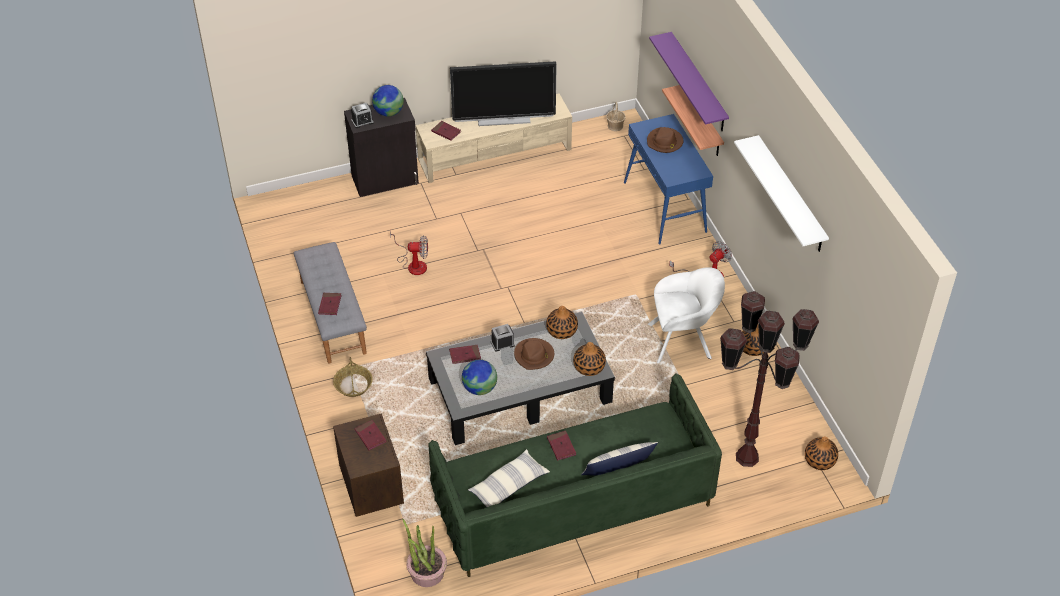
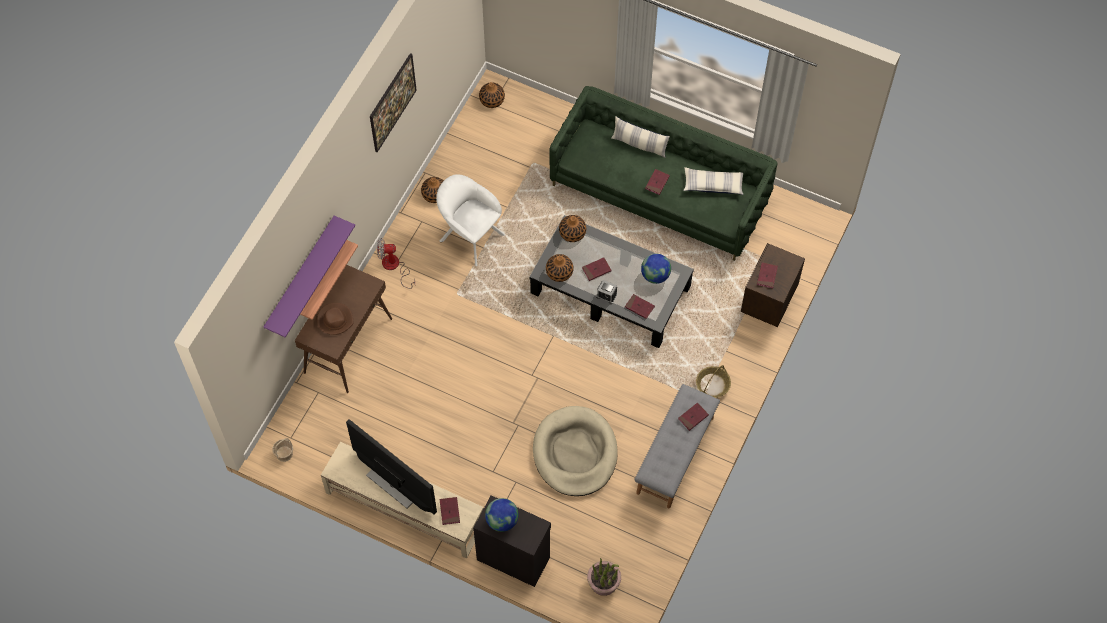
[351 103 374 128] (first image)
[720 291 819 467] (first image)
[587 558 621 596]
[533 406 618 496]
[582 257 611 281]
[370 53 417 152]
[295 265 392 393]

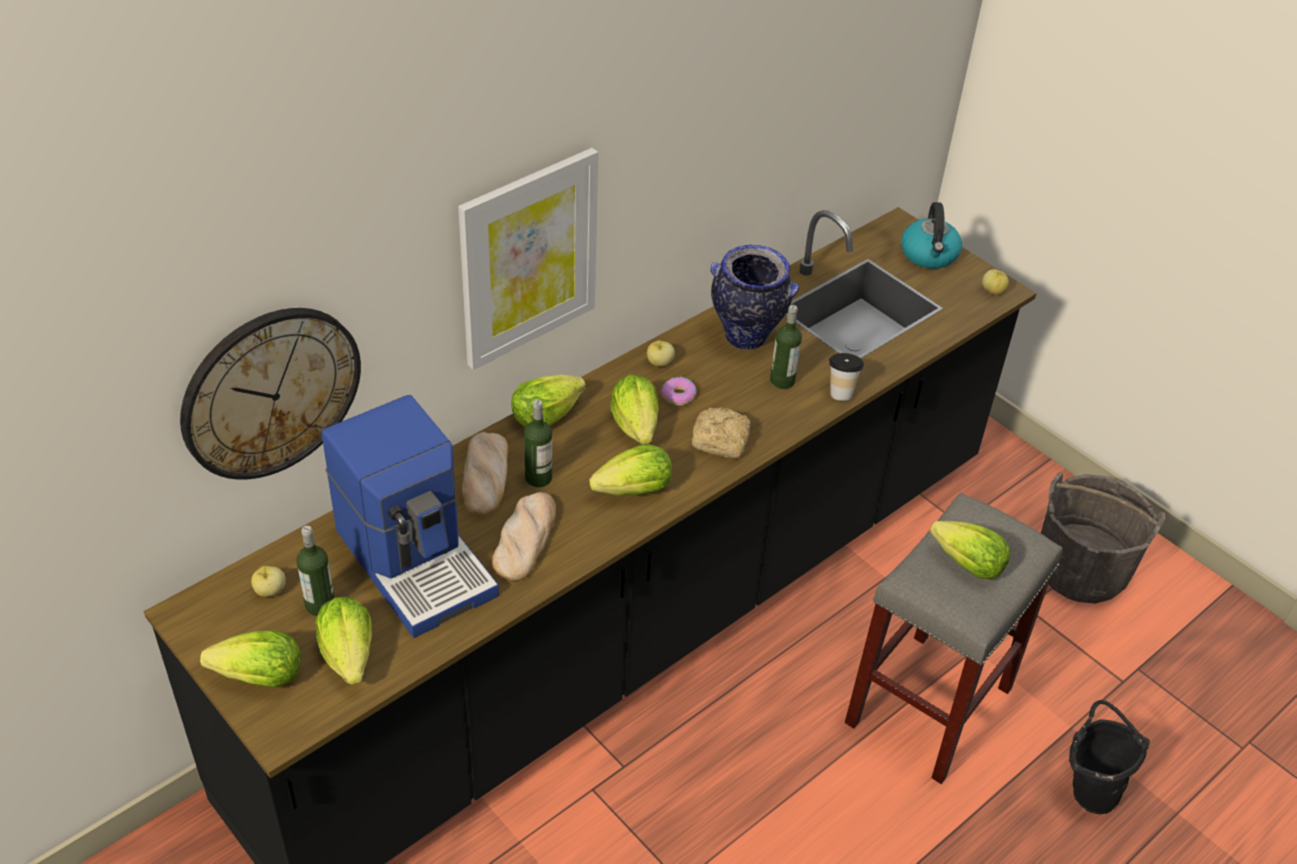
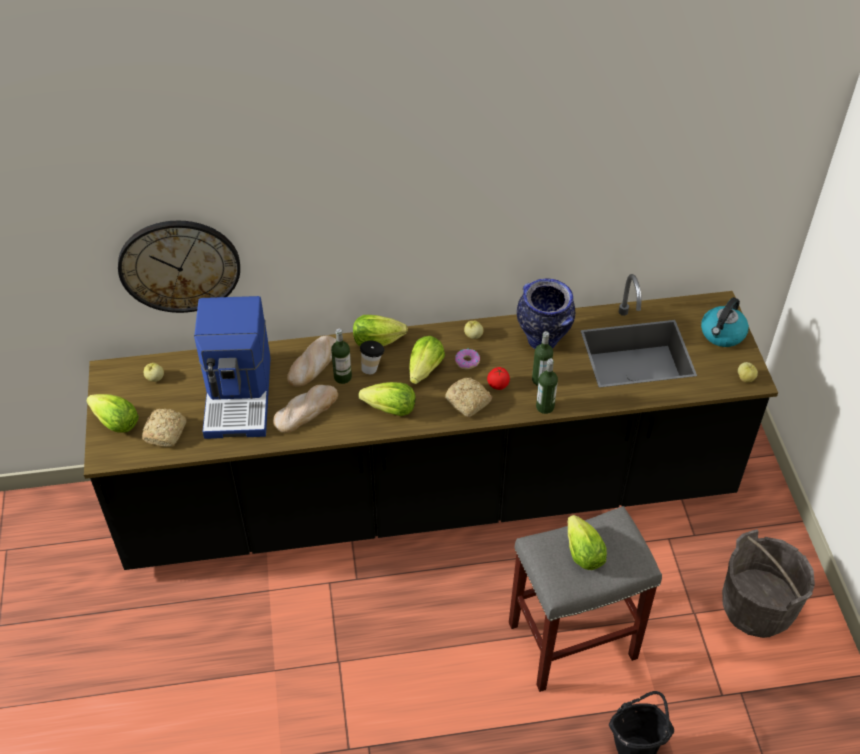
[458 148 598 370] (first image)
[487 367 510 390]
[536 359 558 414]
[360 341 384 374]
[142 409 186 447]

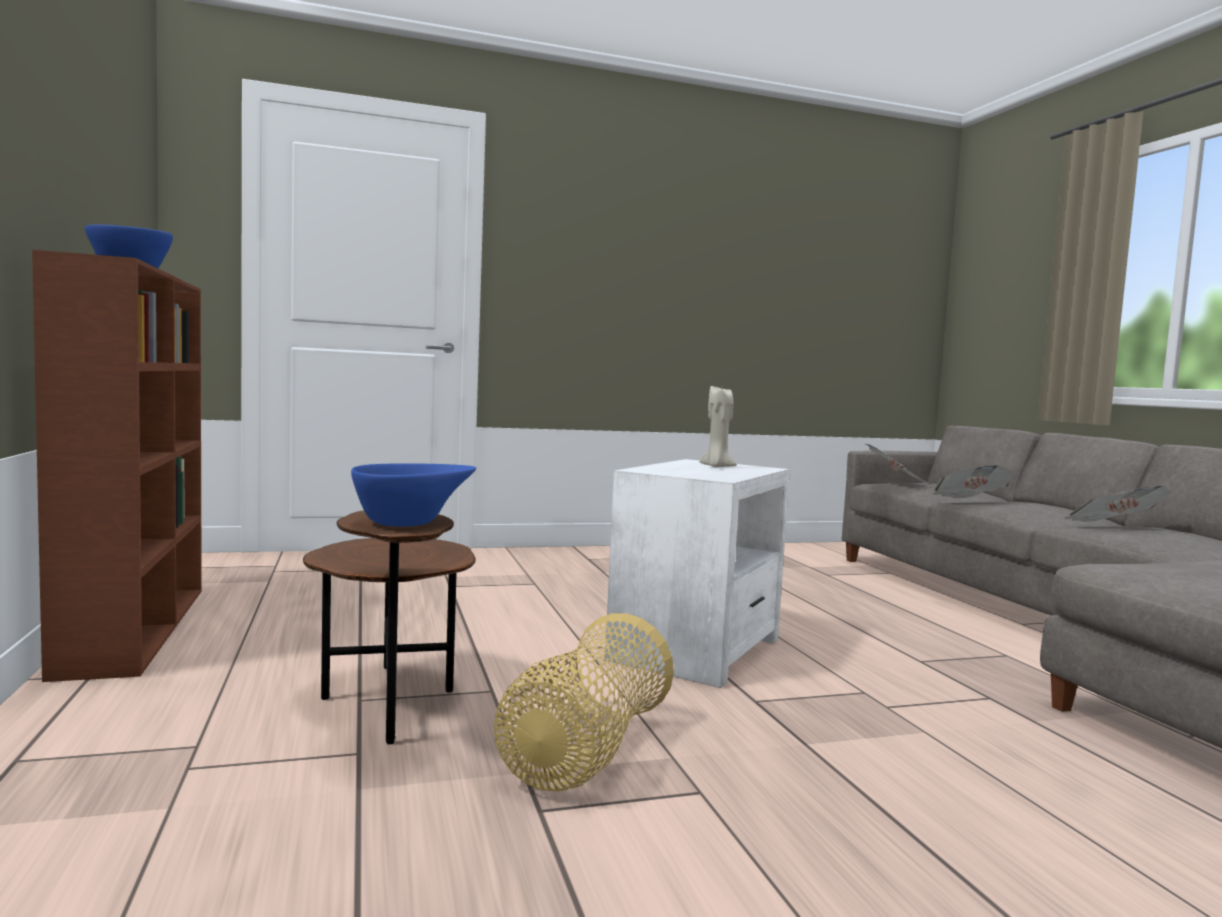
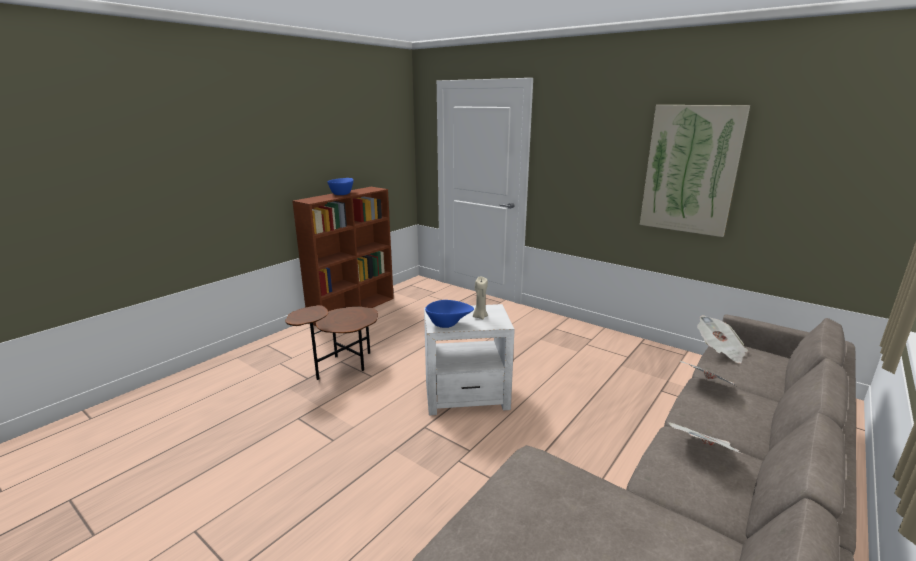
[494 613 674 791] (first image)
[640 105 750 237]
[425 300 474 328]

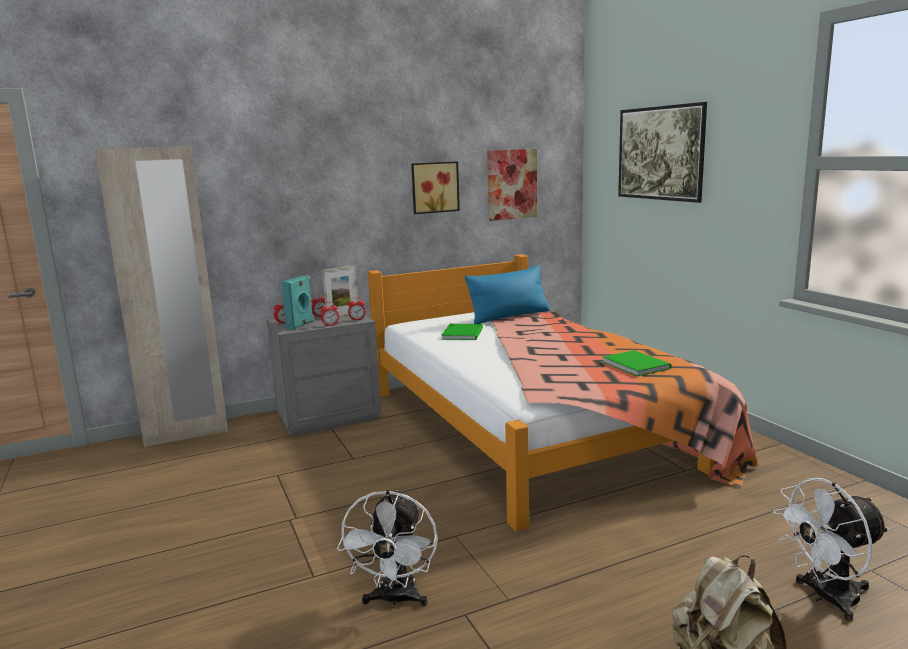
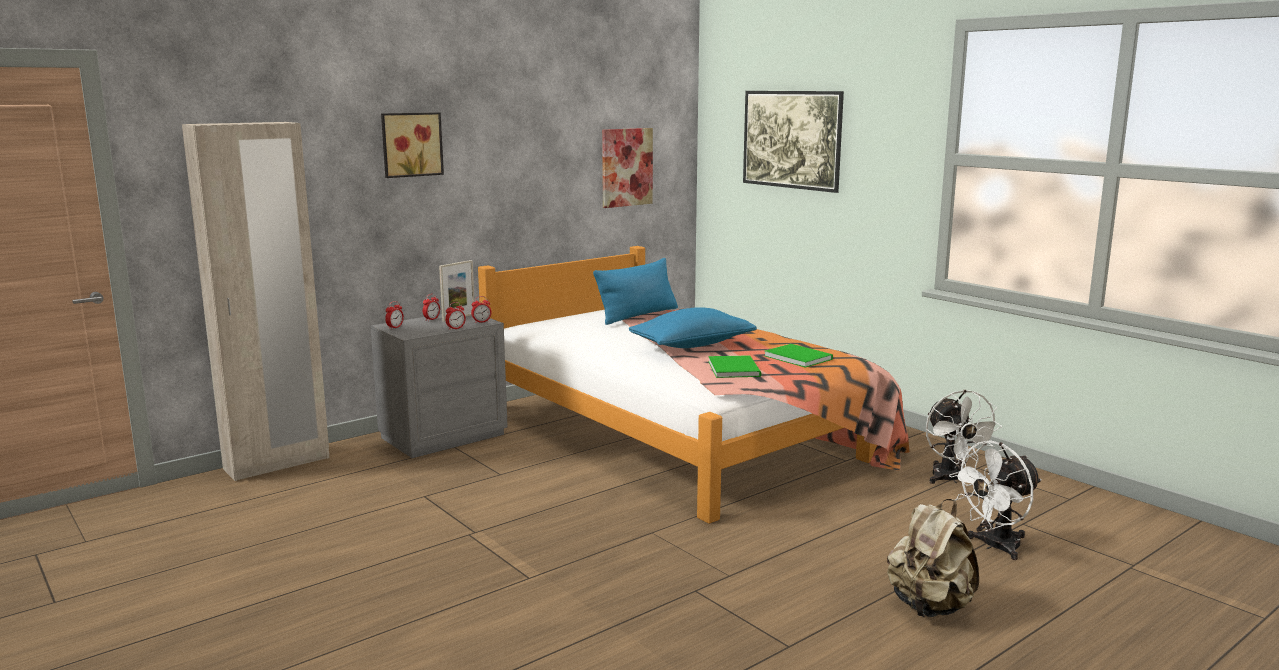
[282 275 313 330] (first image)
[628 307 757 348]
[926 390 1003 484]
[381 112 444 178]
[708 355 761 378]

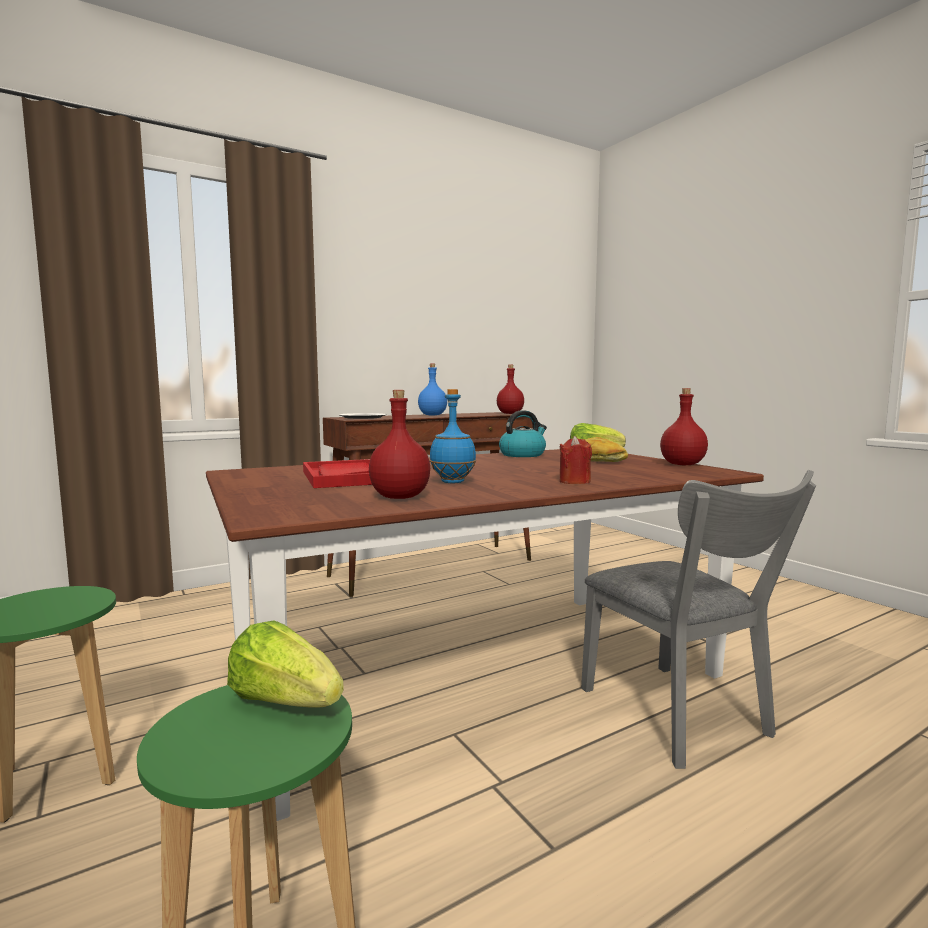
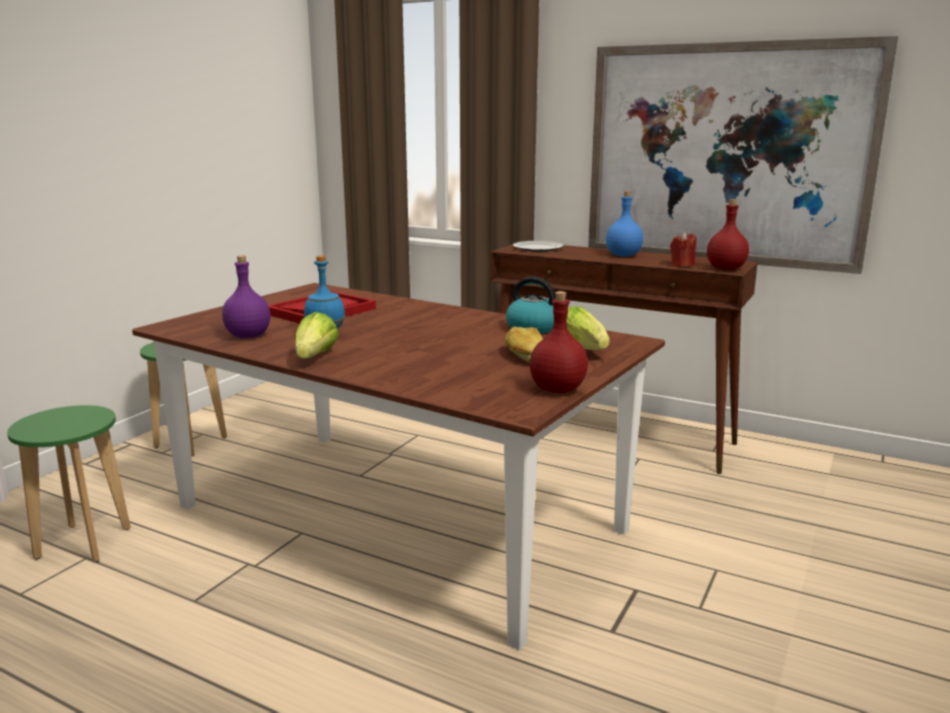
[581 470 816 769] (first image)
[588 36 898 274]
[295 312 339 359]
[670 232 696 267]
[222 255 271 338]

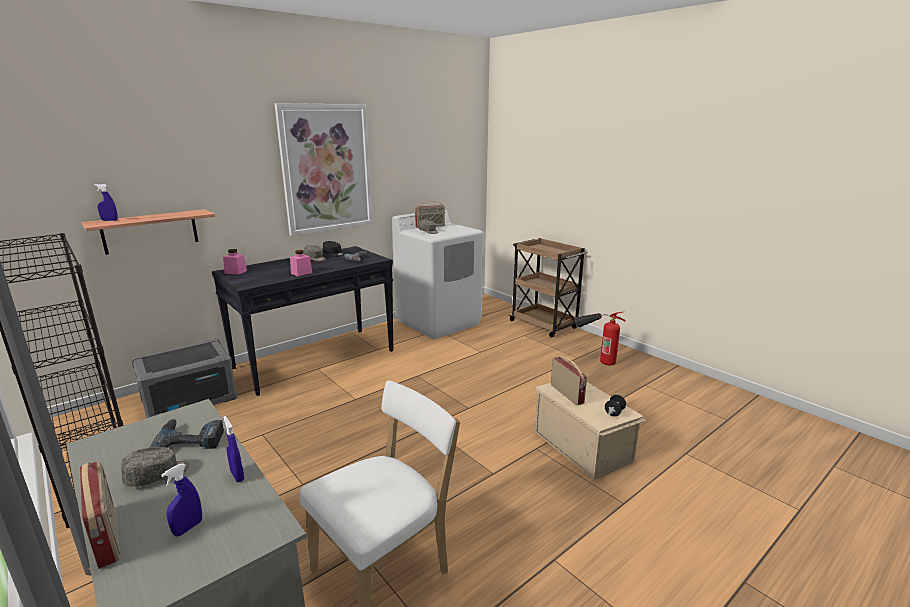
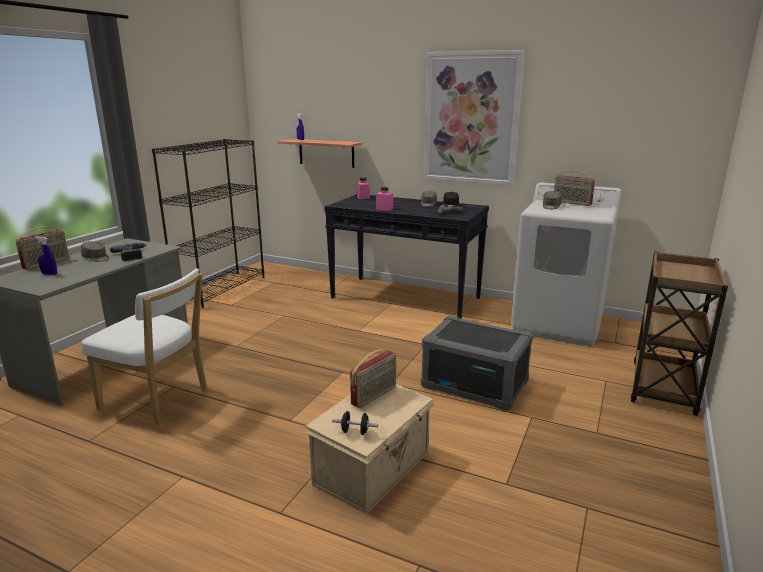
[223 416 245 482] (first image)
[575 312 626 365] (first image)
[421 316 533 411]

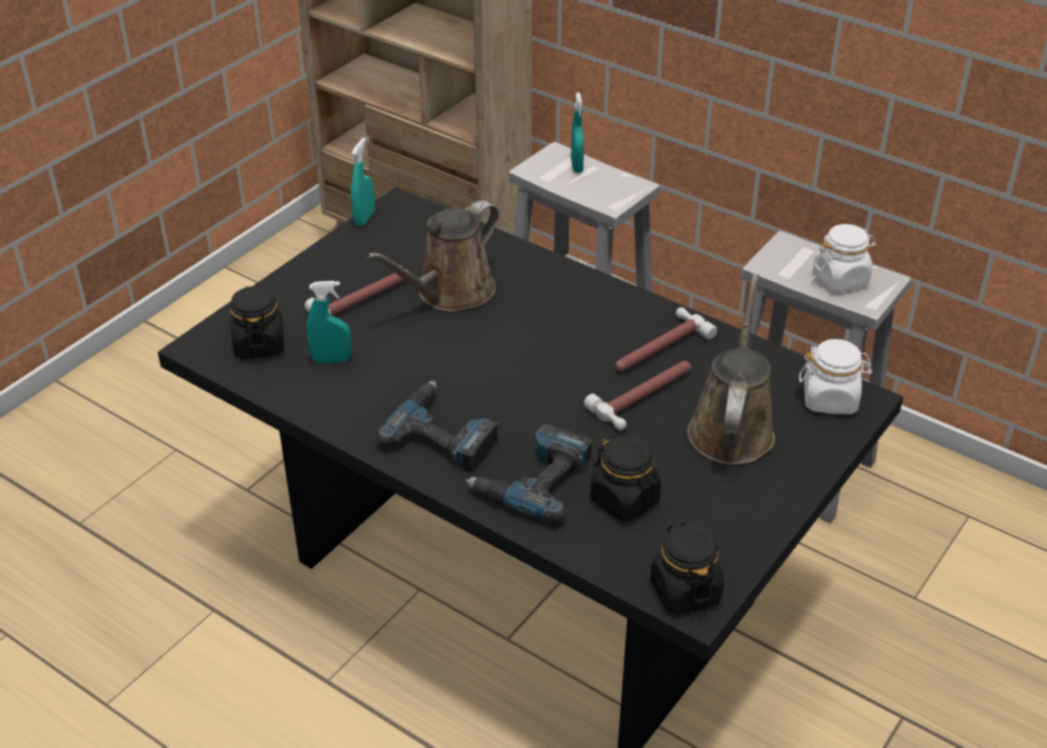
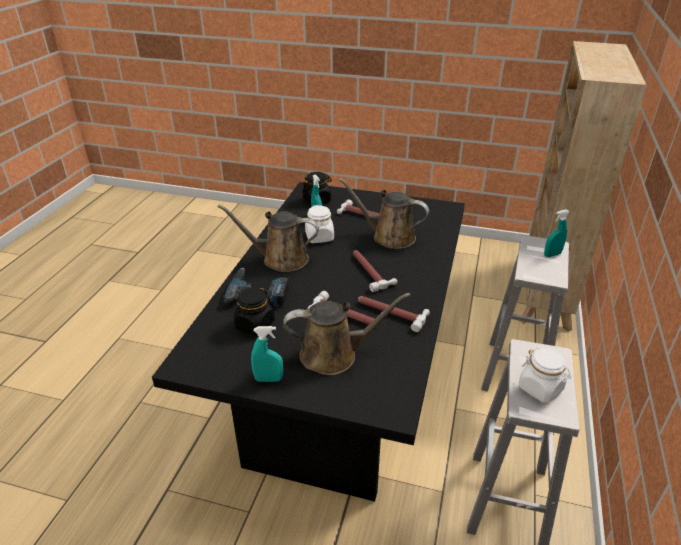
[650 522 724 614] (first image)
[353 250 398 292]
[251 326 283 382]
[305 205 334 243]
[218 205 319 272]

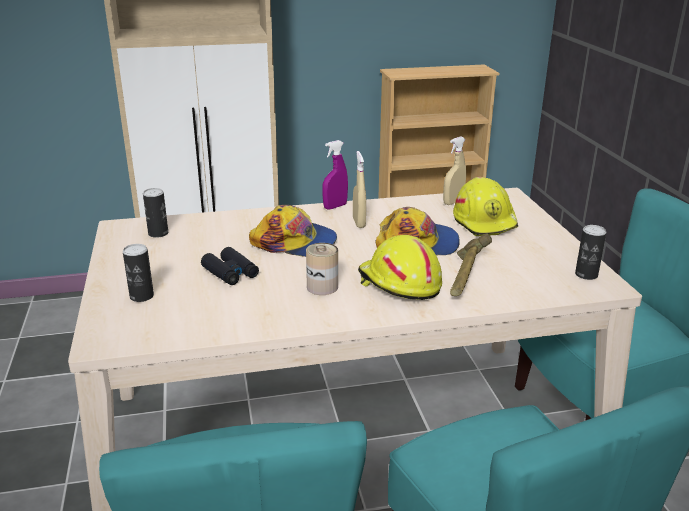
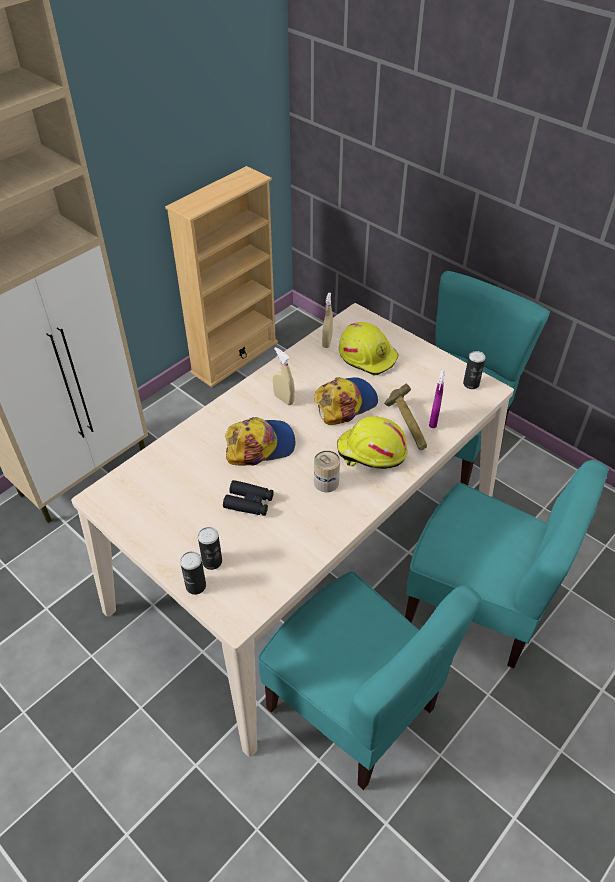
[180 552 206 595]
[429 370 445 428]

